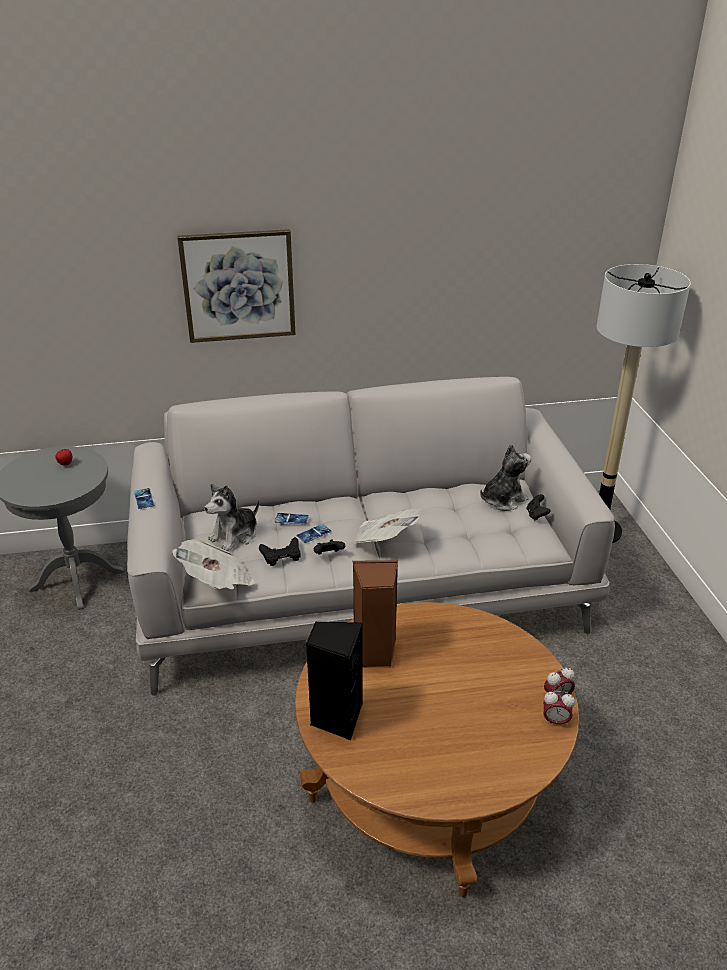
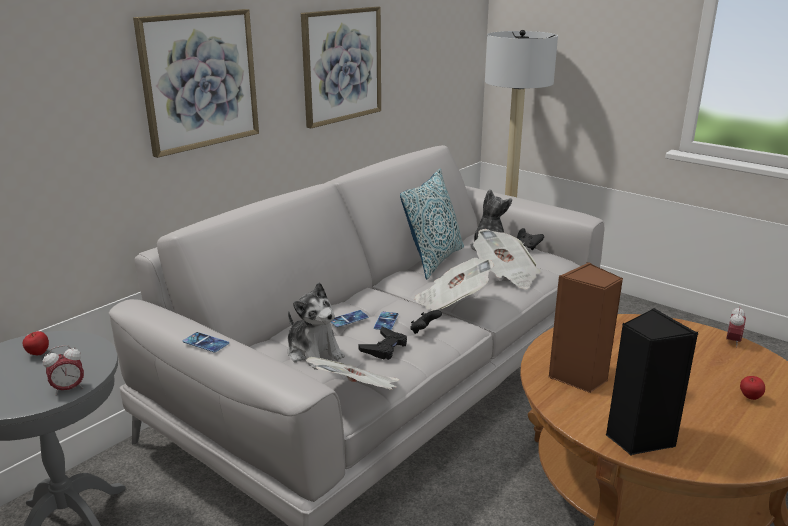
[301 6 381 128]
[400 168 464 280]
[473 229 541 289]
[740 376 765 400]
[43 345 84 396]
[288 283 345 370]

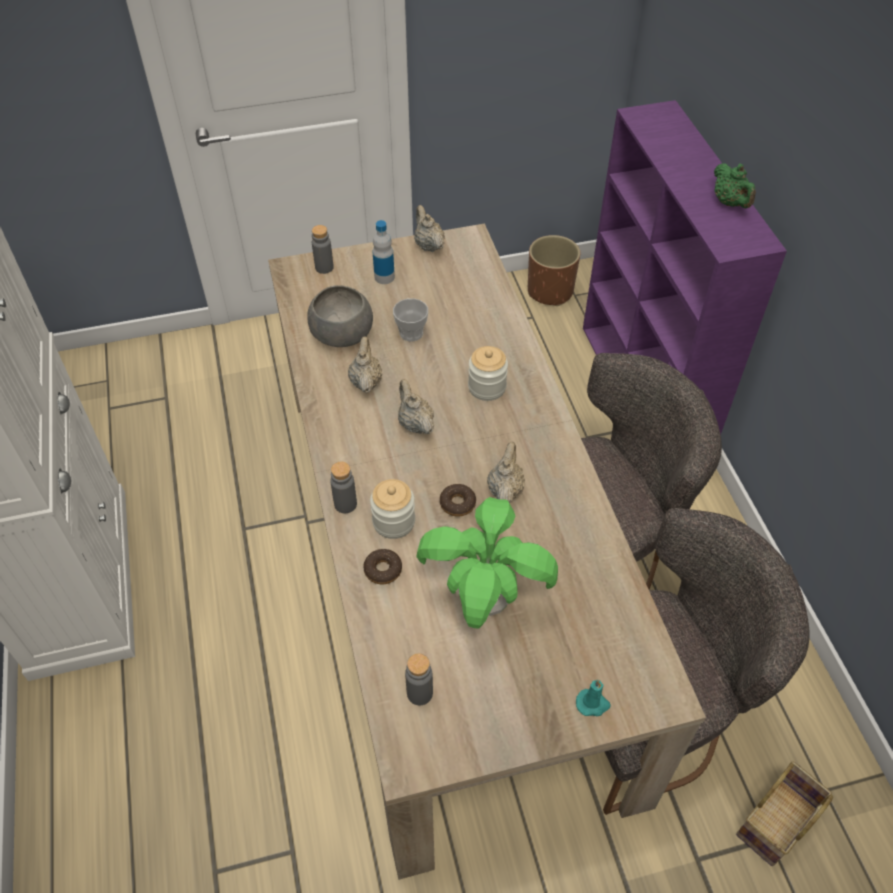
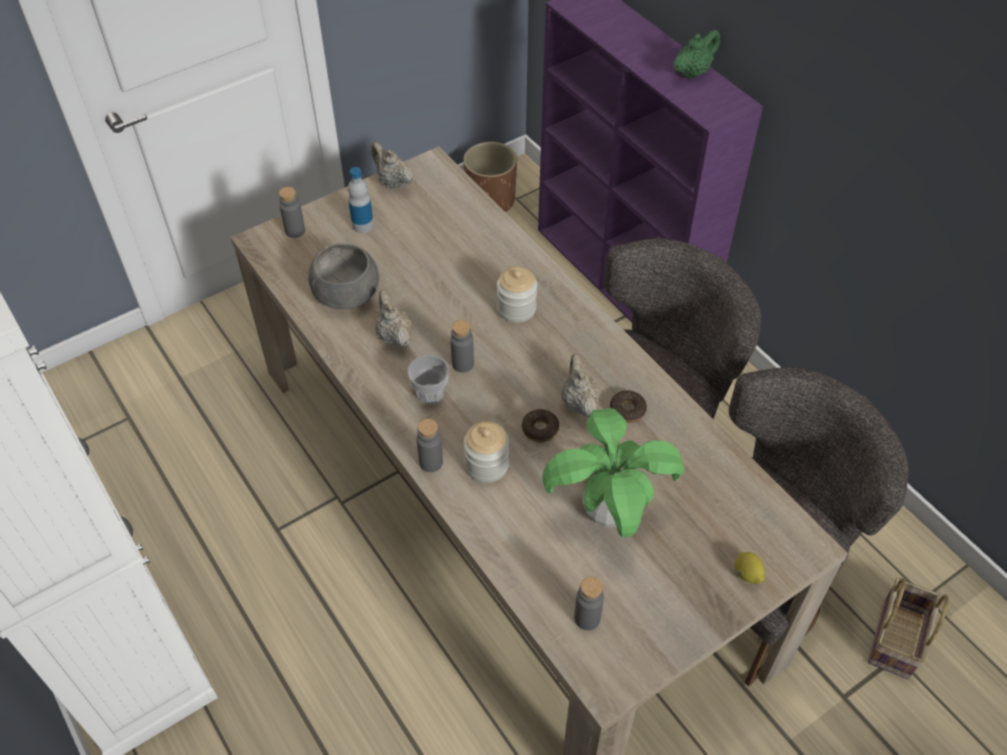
[610 390 647 423]
[408 355 449 404]
[450 320 474 372]
[735 552 765 584]
[673 30 720 79]

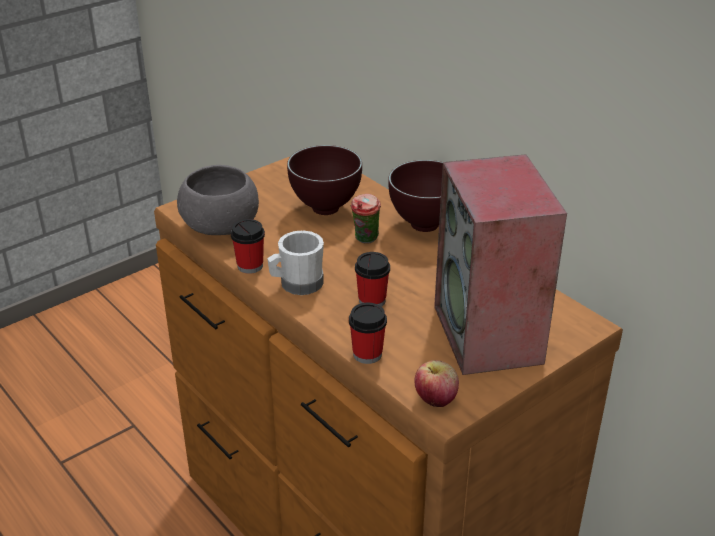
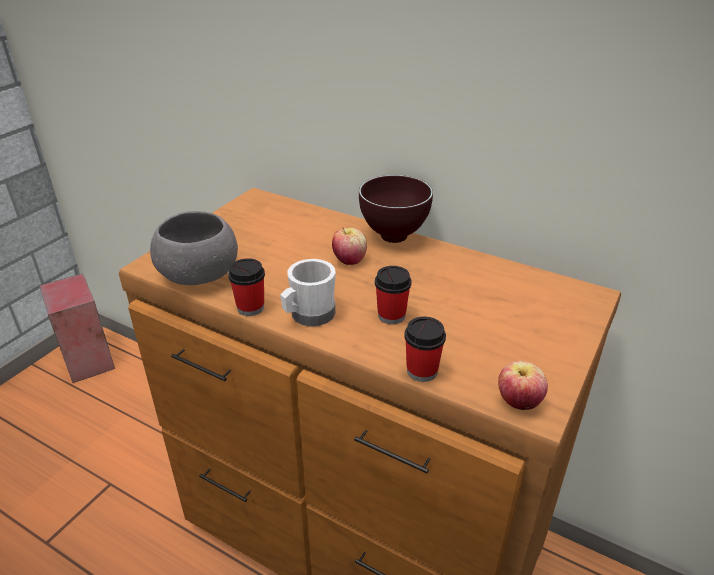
[287 145 362 215] (first image)
[39 273 115 383]
[332 227 367 265]

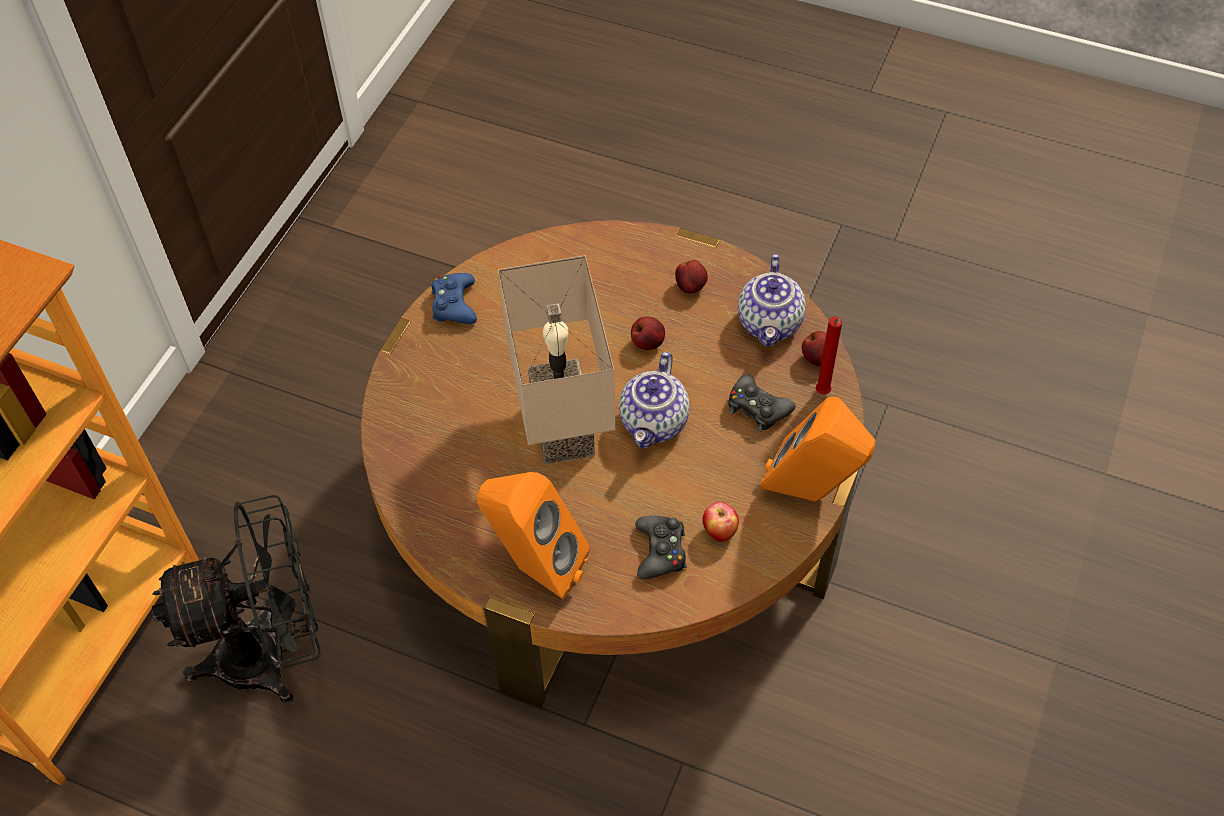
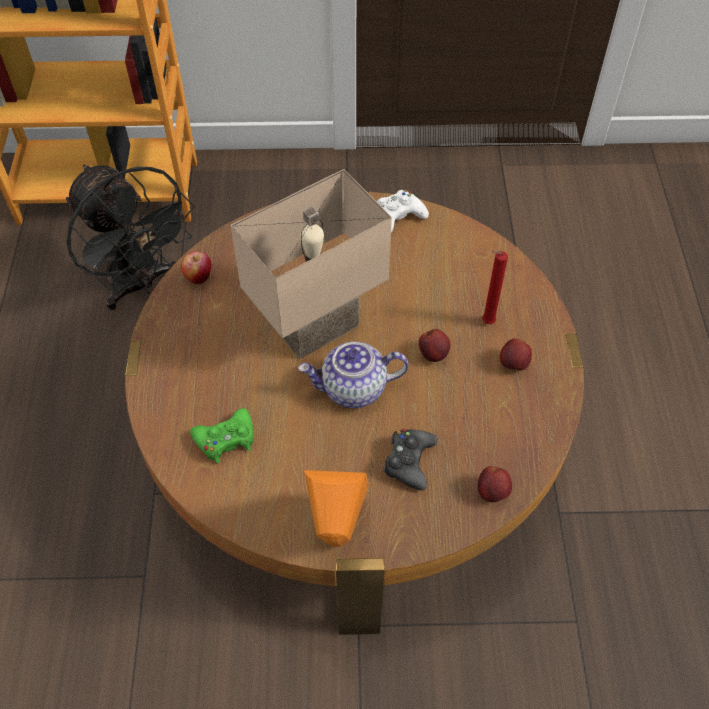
[477 472 590 600] (first image)
[738 254 806 347] (first image)
[181 251 212 284]
[482 251 508 324]
[376 190 429 233]
[190 408 253 463]

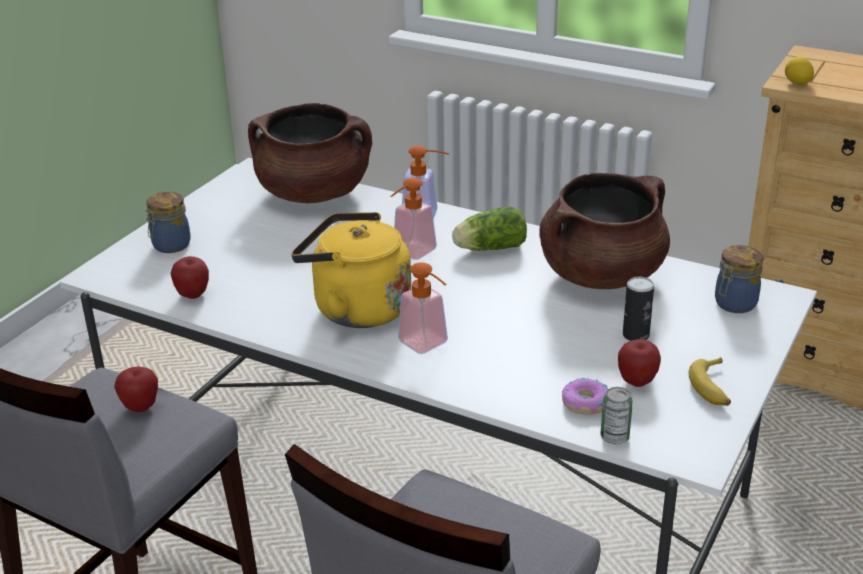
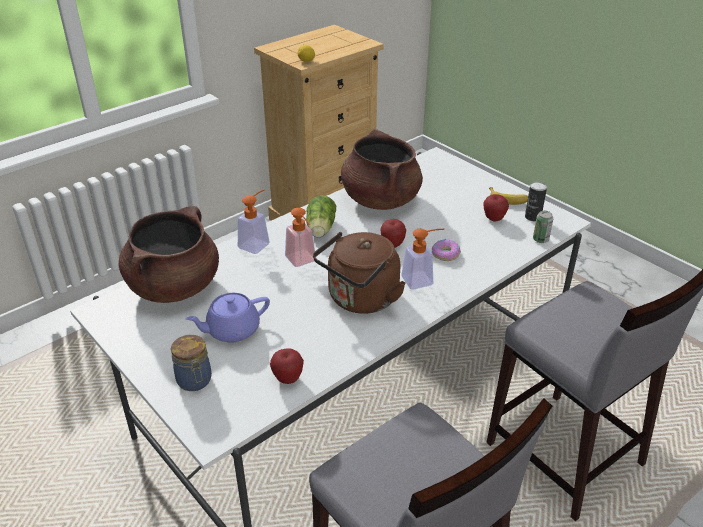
[715 245 763 313] (first image)
[185 293 270 343]
[380 219 406 248]
[432 239 461 261]
[525 182 547 221]
[313 232 406 314]

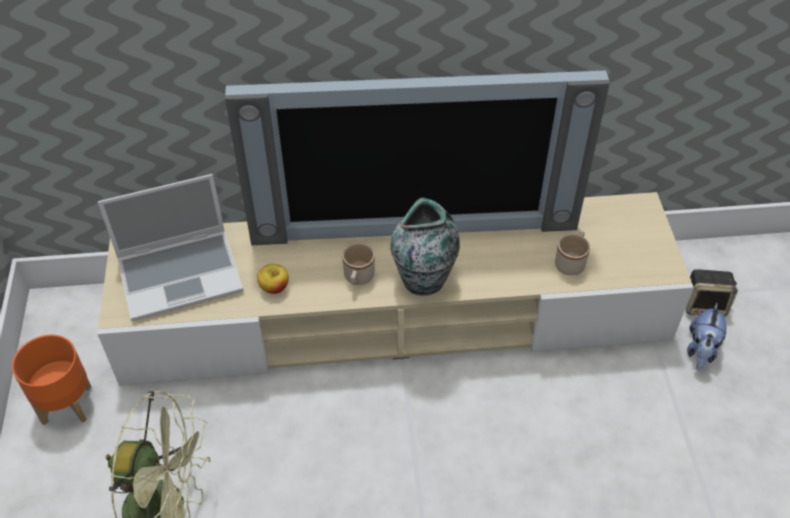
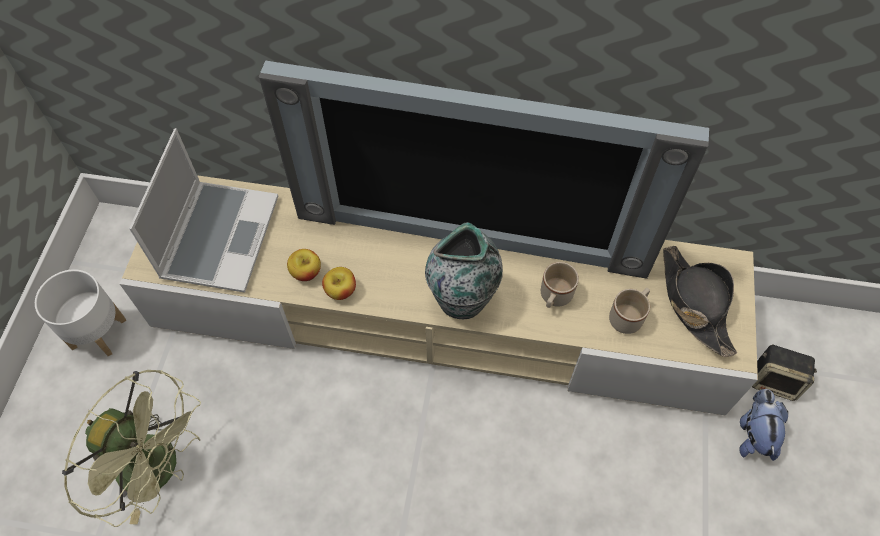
[322 267 356 300]
[663 245 737 357]
[541 262 579 308]
[35 269 127 356]
[129 128 278 293]
[739 389 788 461]

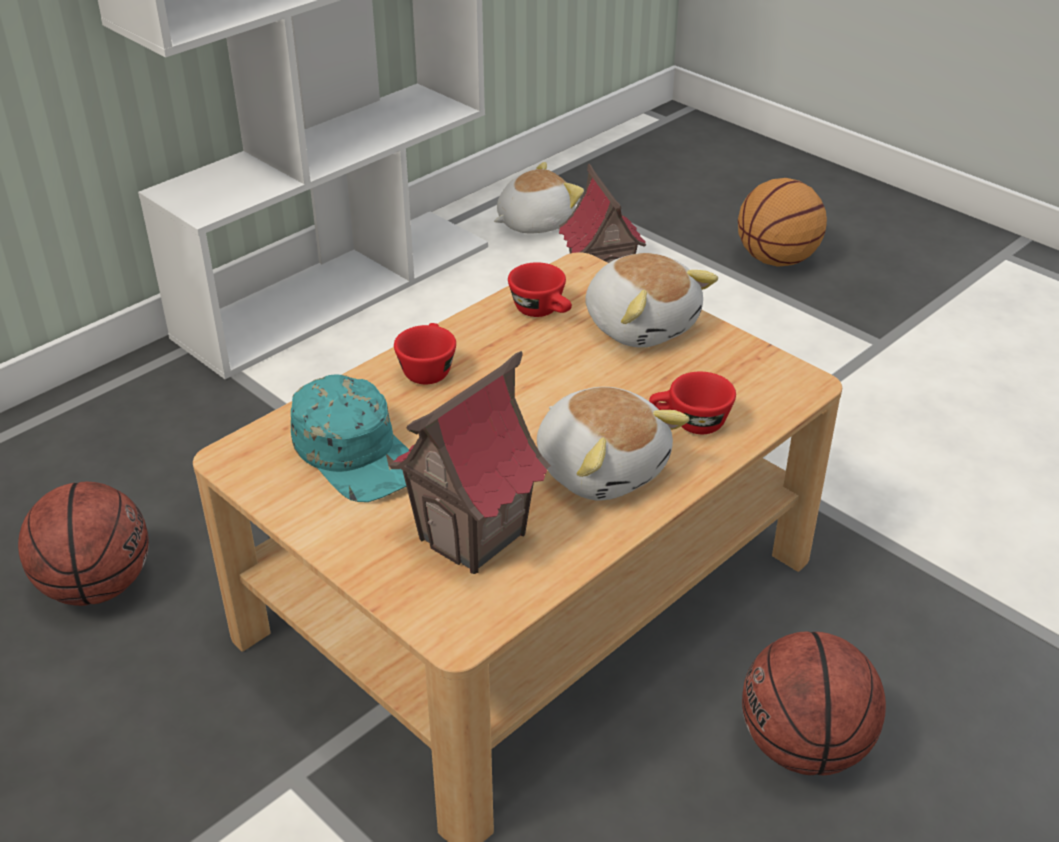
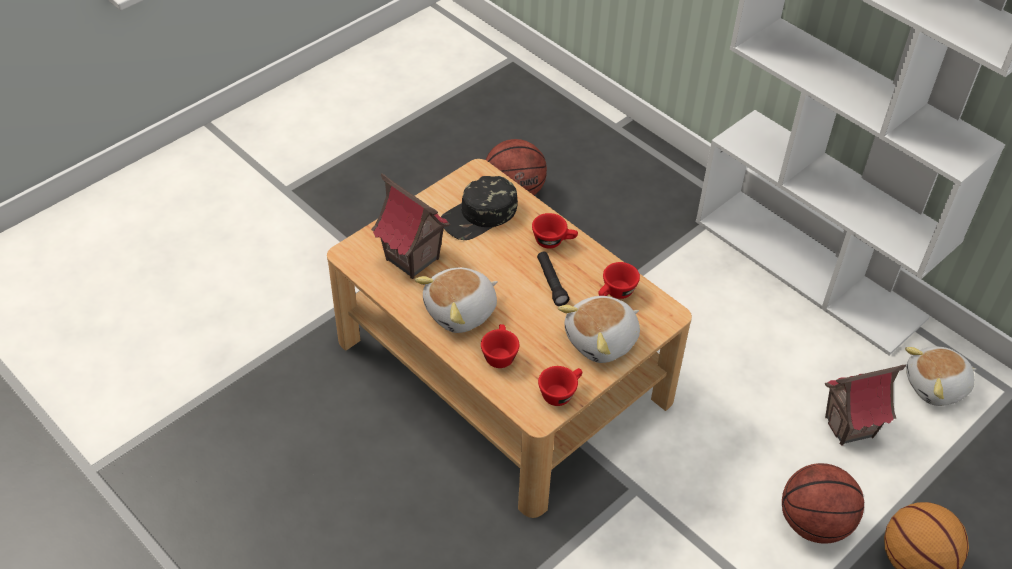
[537 252 569 306]
[538 366 582 406]
[782 463 864 544]
[441 176 518 240]
[905 347 976 406]

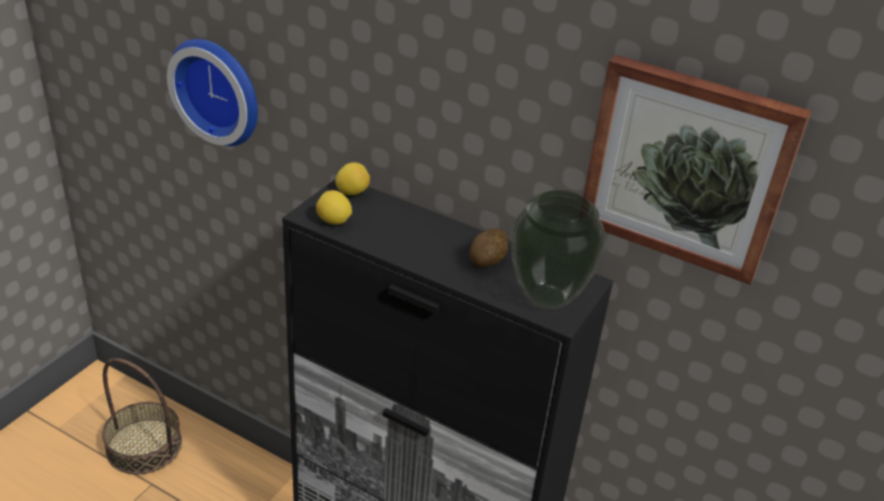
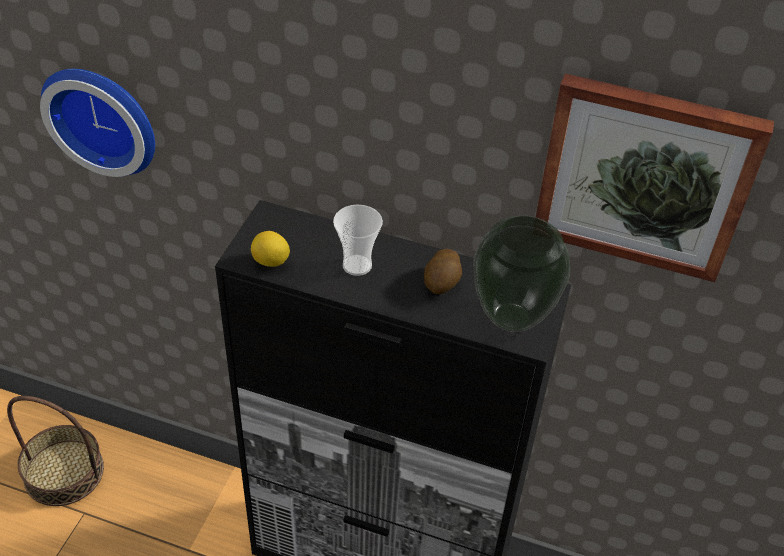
[335 162 370 195] (first image)
[333 205 383 276]

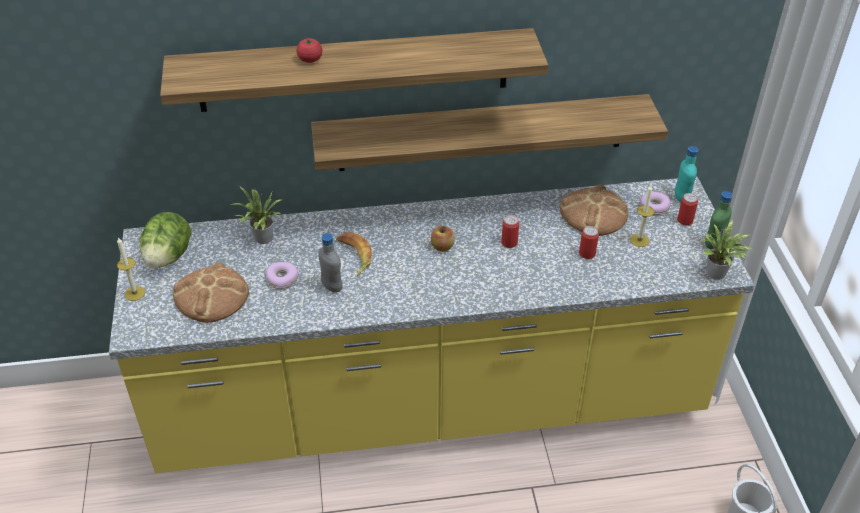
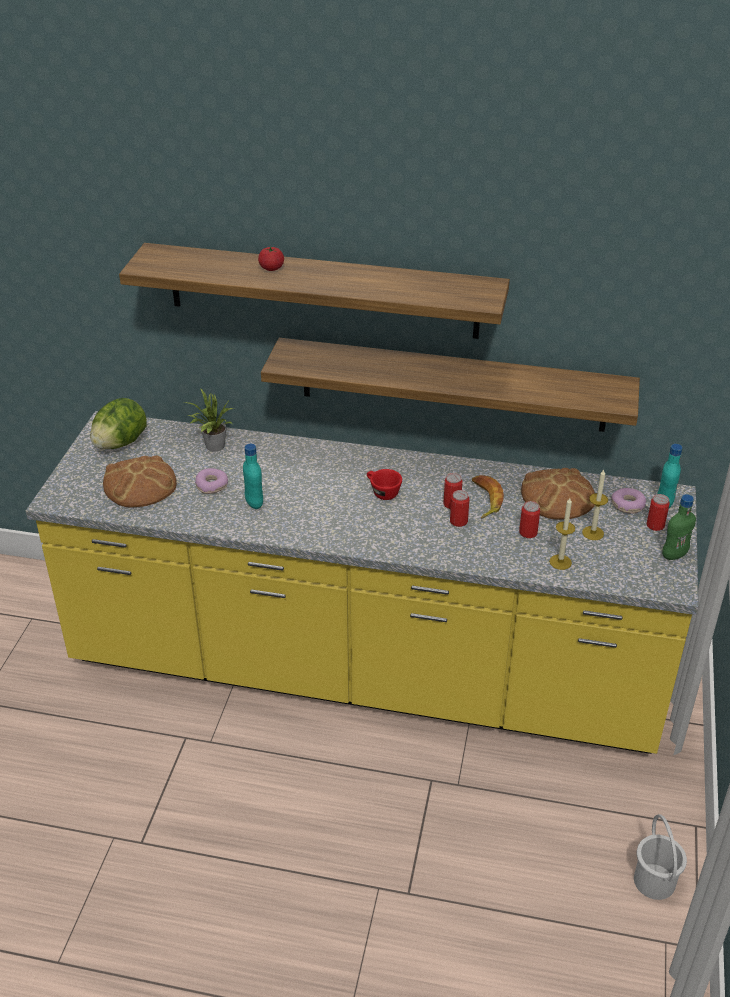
[701 220 750 280] (first image)
[450 490 469 527]
[549 498 575 570]
[472 475 504 518]
[367 469 402 500]
[243 444 263 509]

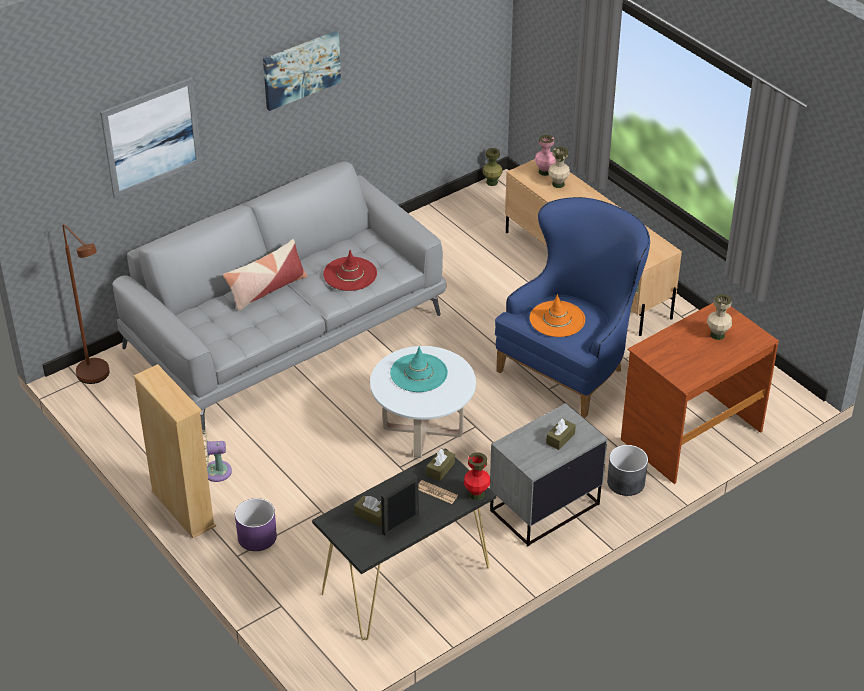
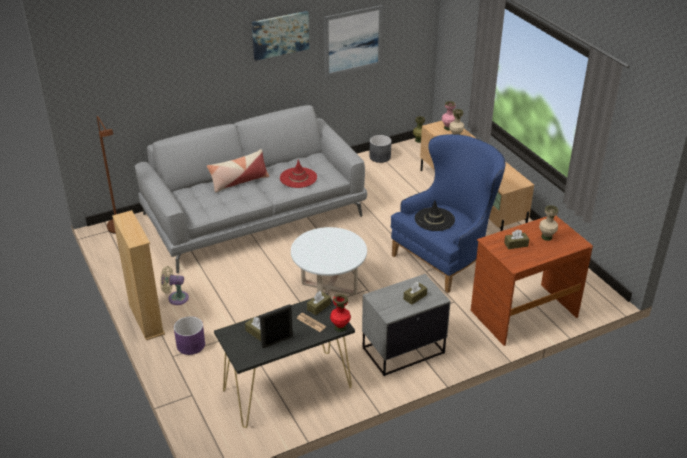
[390 346 448 392] (first image)
[504 229 529 249]
[324 5 383 77]
[370 135 392 163]
[415 200 455 231]

